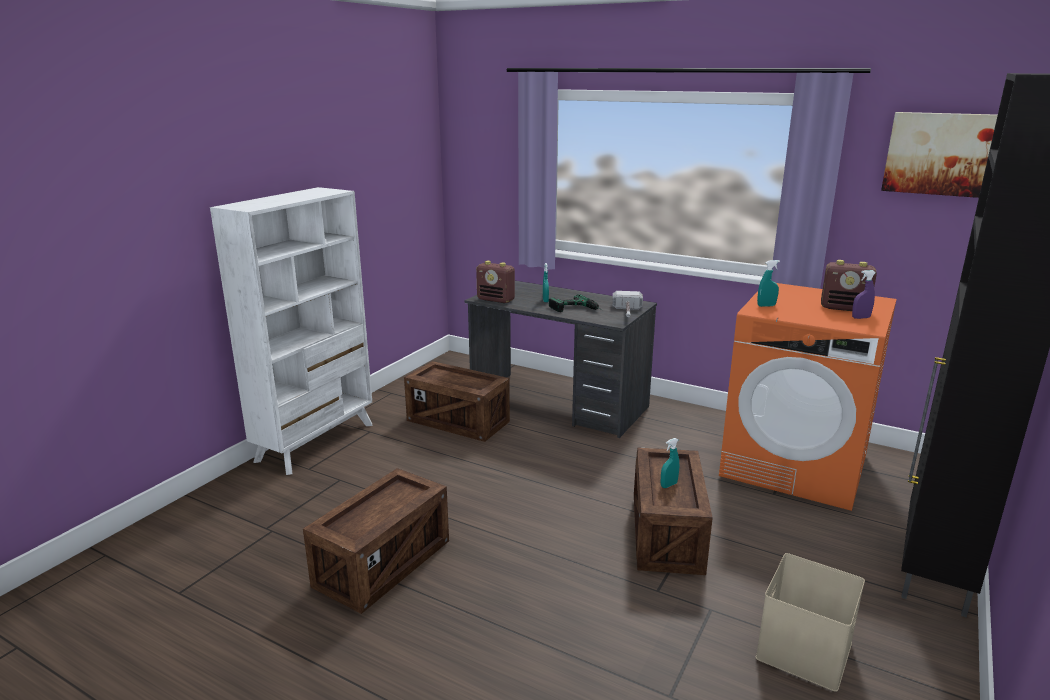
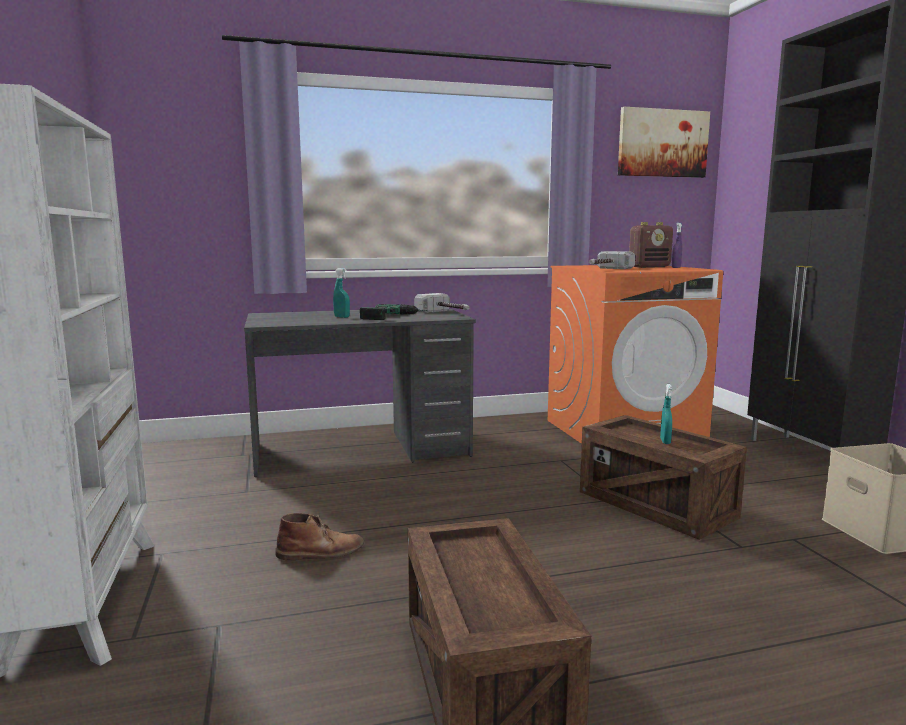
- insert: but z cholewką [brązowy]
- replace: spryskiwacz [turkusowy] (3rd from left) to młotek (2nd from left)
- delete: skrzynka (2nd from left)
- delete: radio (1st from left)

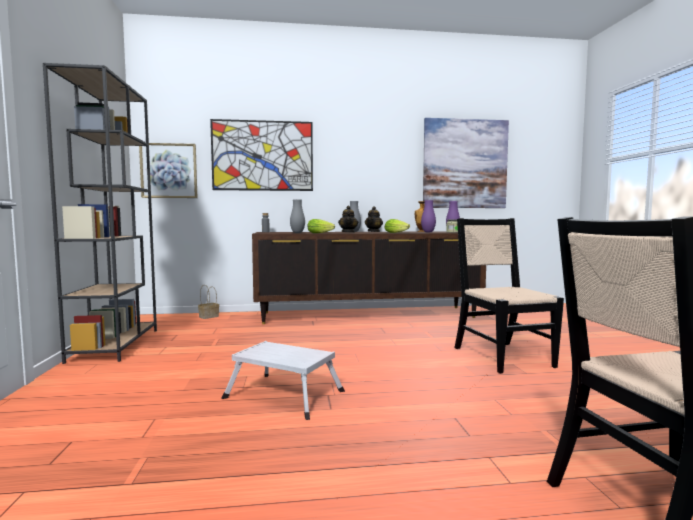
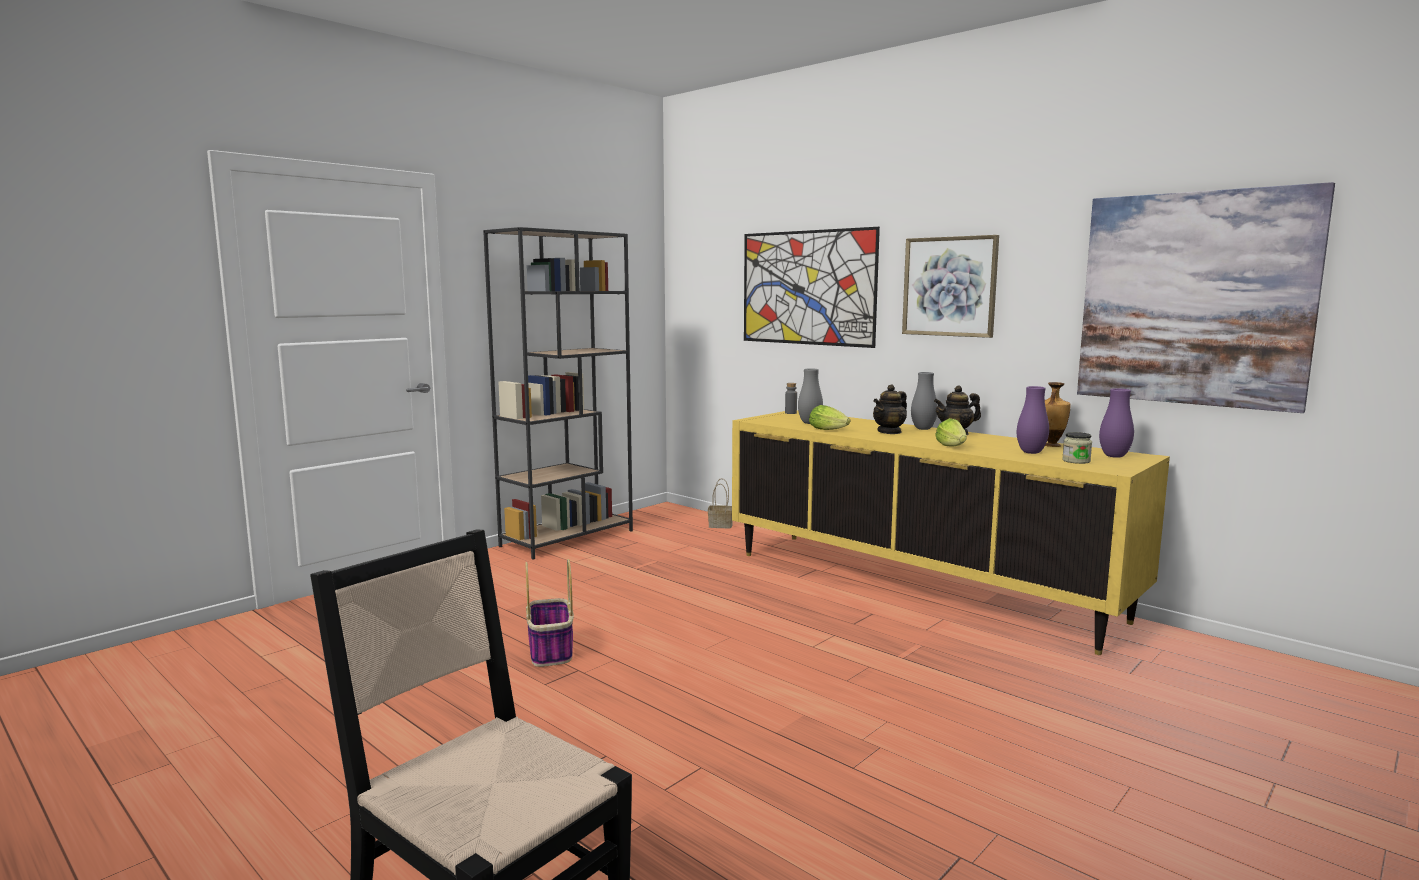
- replace: drabinka [biały] to koszyk (1st from left)
- recolor: szafka [brązowy] to szafka [żółty]
- move: obraz (1st from left in the first image) to obraz (2nd from left)
- delete: krzesło (1st from left)

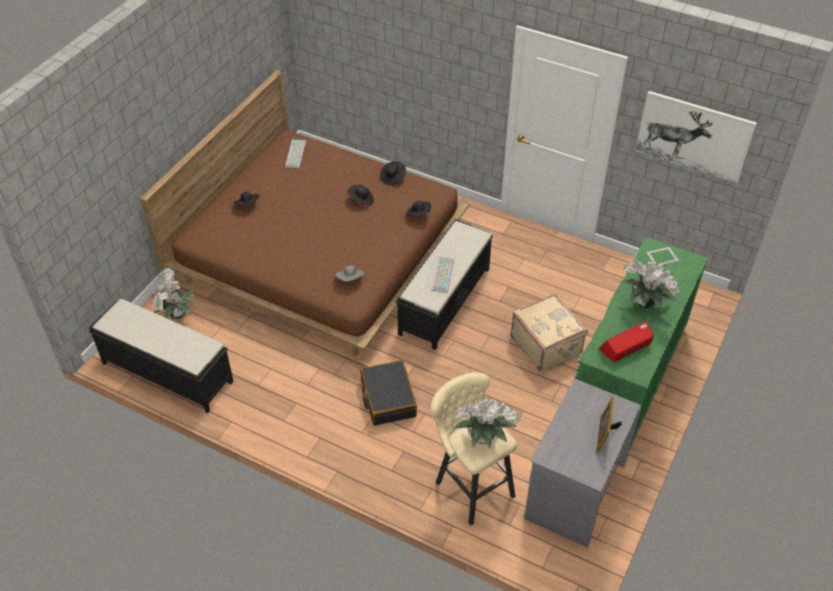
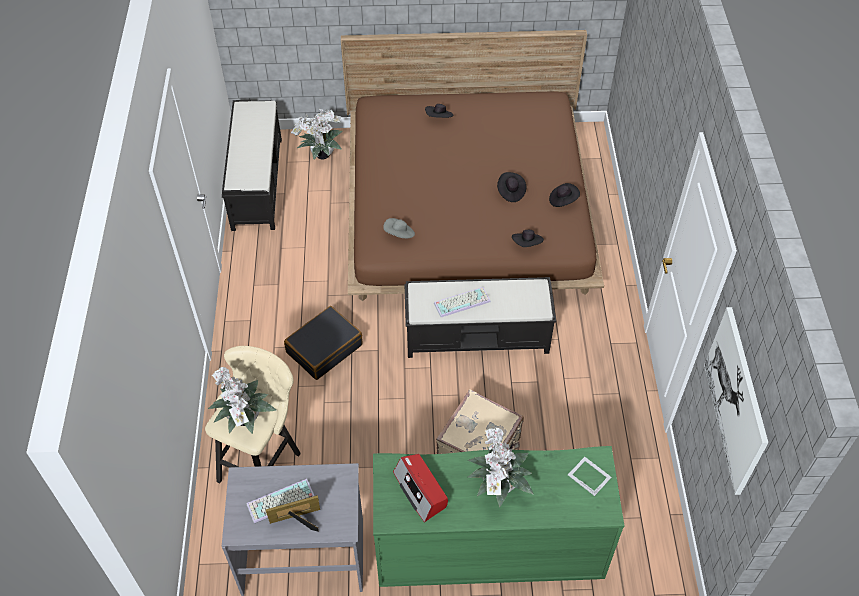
- move: klawiatura (1st from left)
- rotate: radio 150 degrees counterclockwise

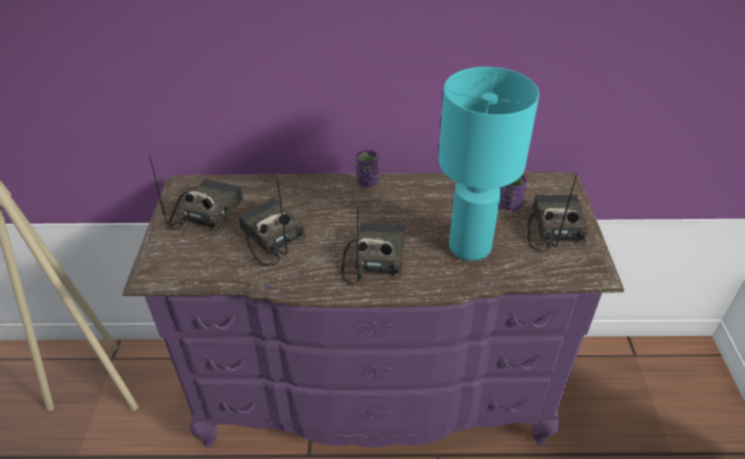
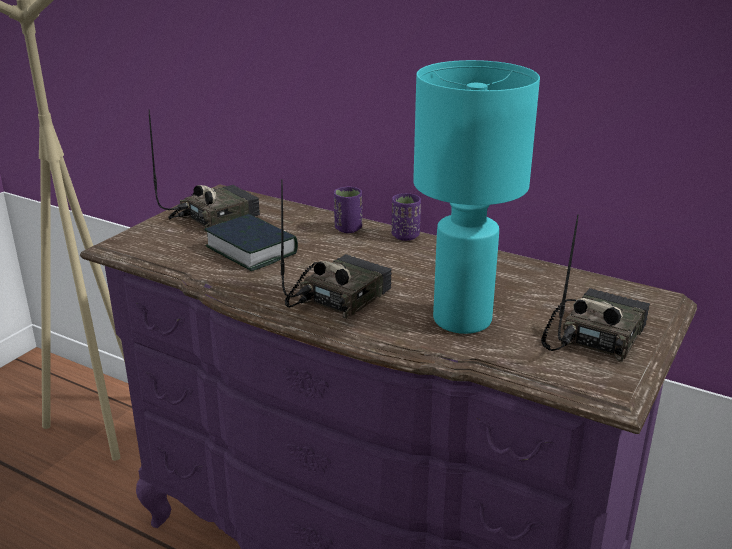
- replace: radio (2nd from left) to książka
- move: filiżanka [fioletowy] (2nd from left in the first image) to filiżanka [fioletowy] (1st from left)

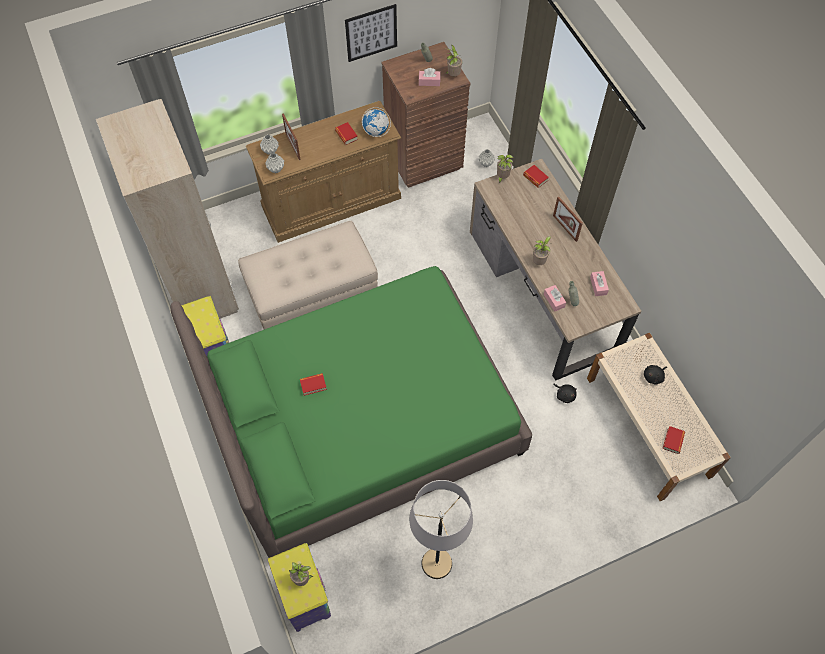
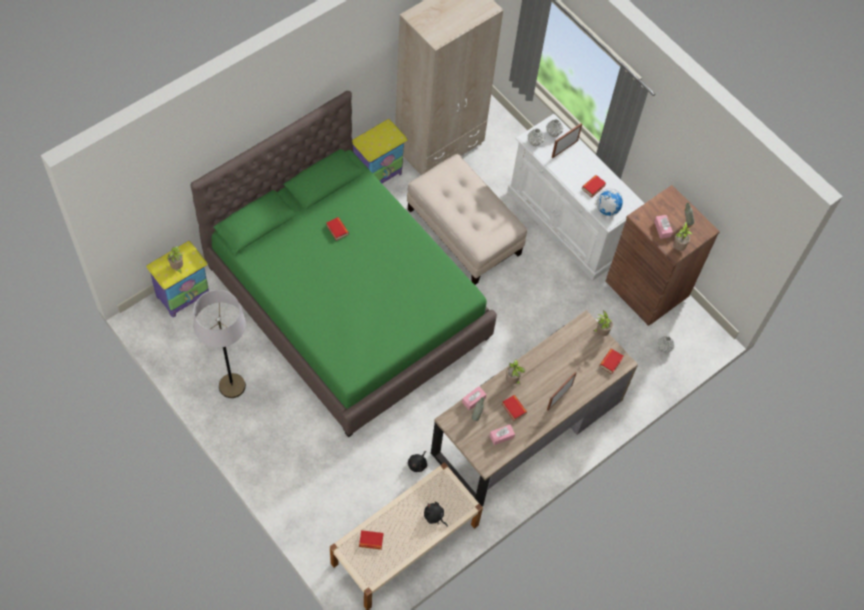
- insert: książka (3rd from left)
- recolor: szafka [brązowy] to szafka [biały]
- delete: obraz

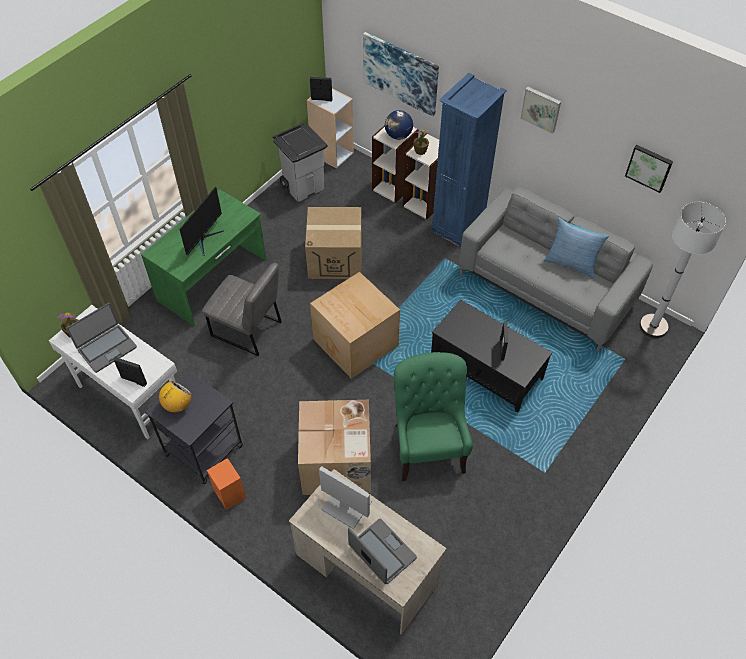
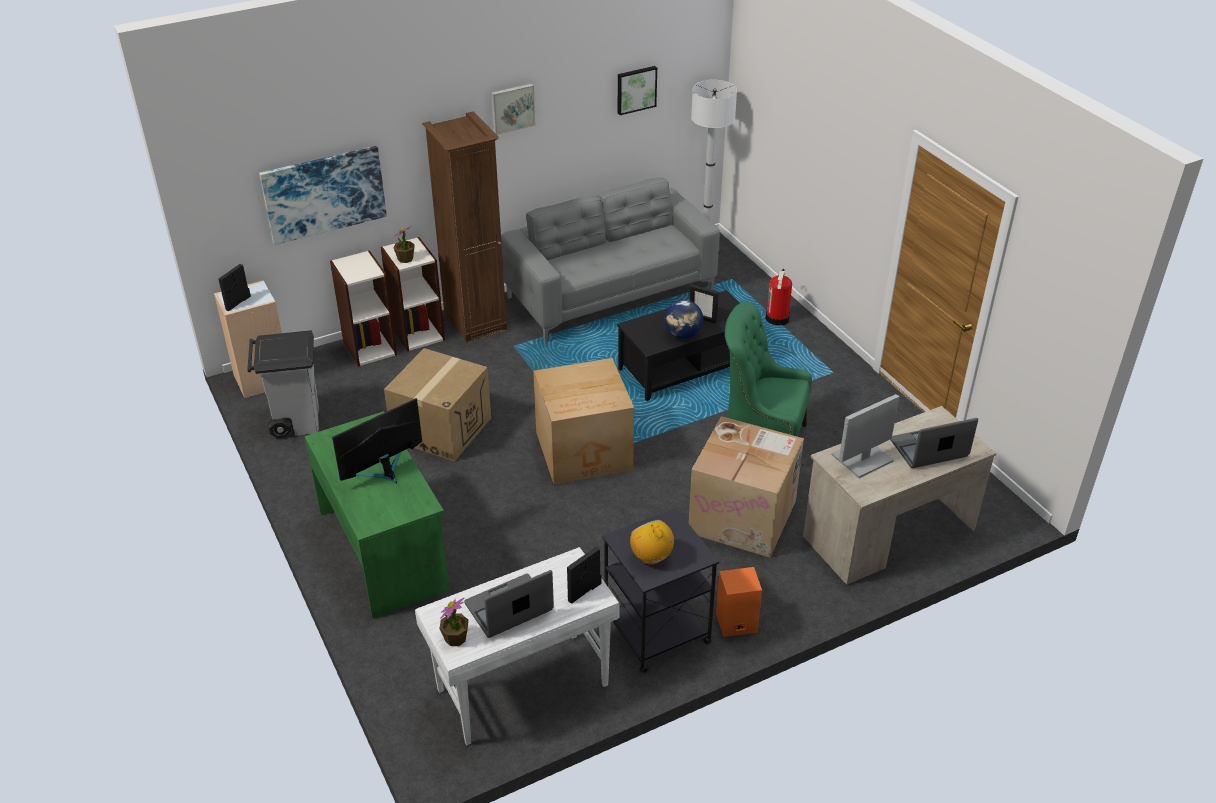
- rotate: monitor (1st from left) 90 degrees counterclockwise
- recolor: szafka [niebieski] to szafka [brązowy]
- rotate: laptop (1st from left) 105 degrees counterclockwise
- move: globus
- insert: gaśnica
- delete: krzesło [szary]
- delete: poduszka

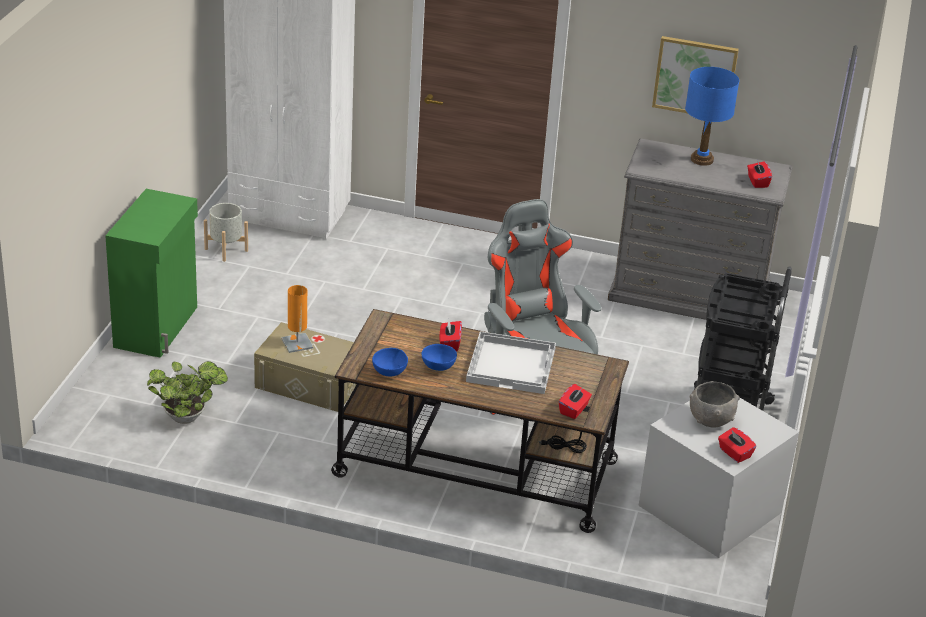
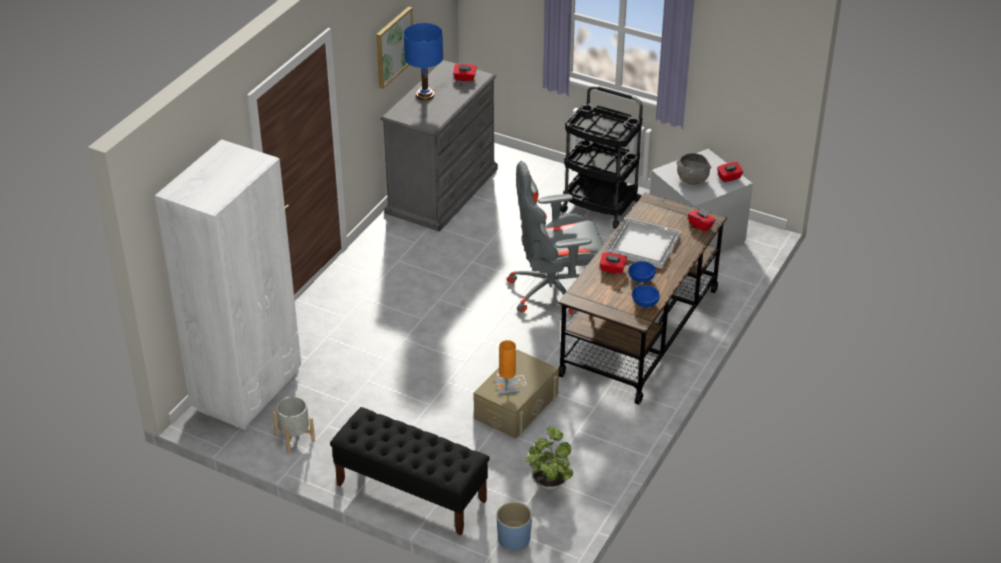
- replace: szafka [zielony] to ławka [czarny]
- insert: donica [niebieski]

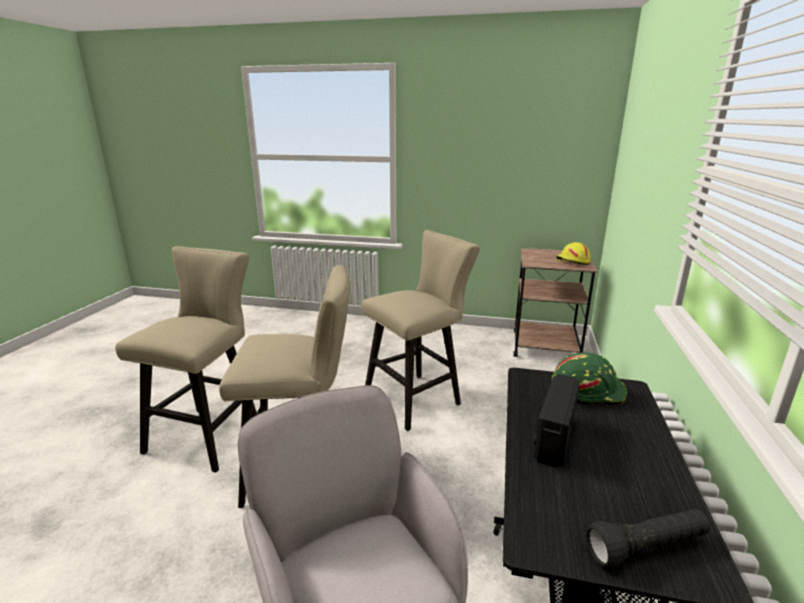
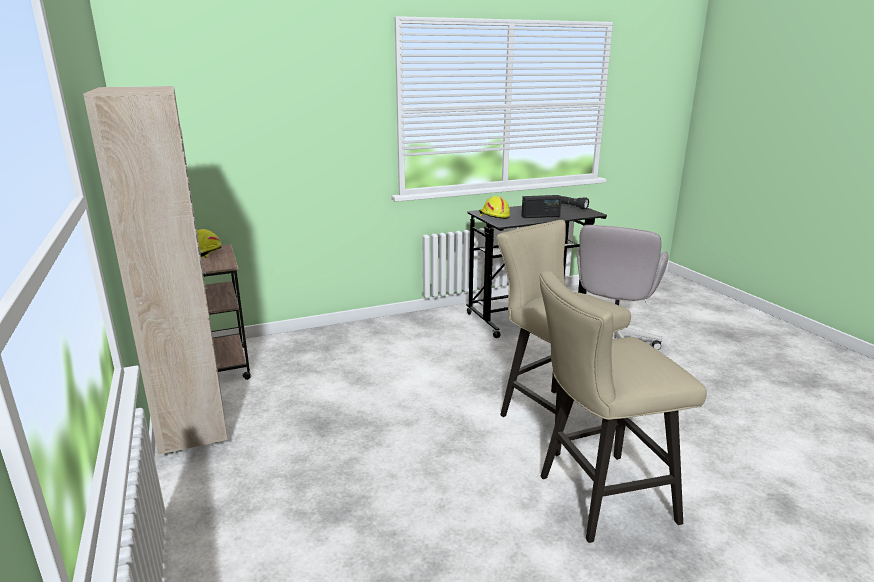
- insert: szafka [beżowy]
- recolor: kask [zielony] to kask [żółty] (2nd from left)
- delete: stołek [beżowy] (3rd from left)

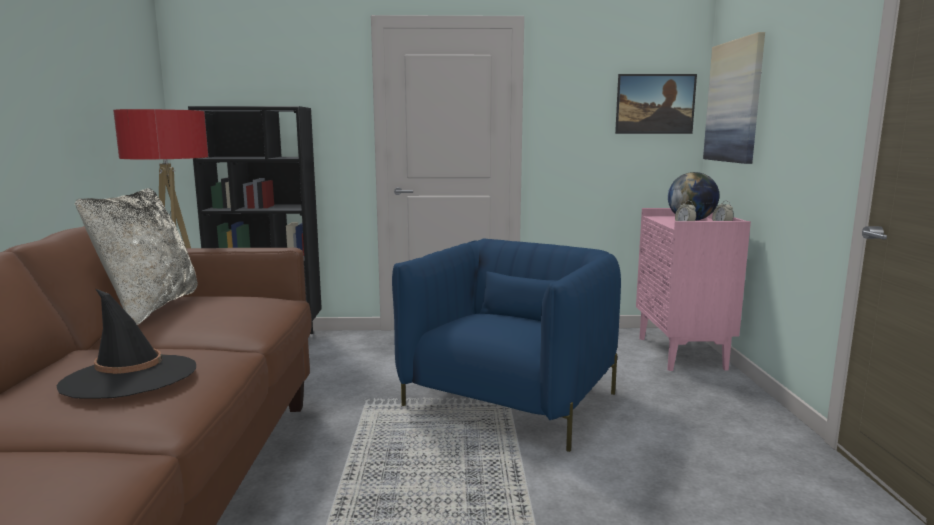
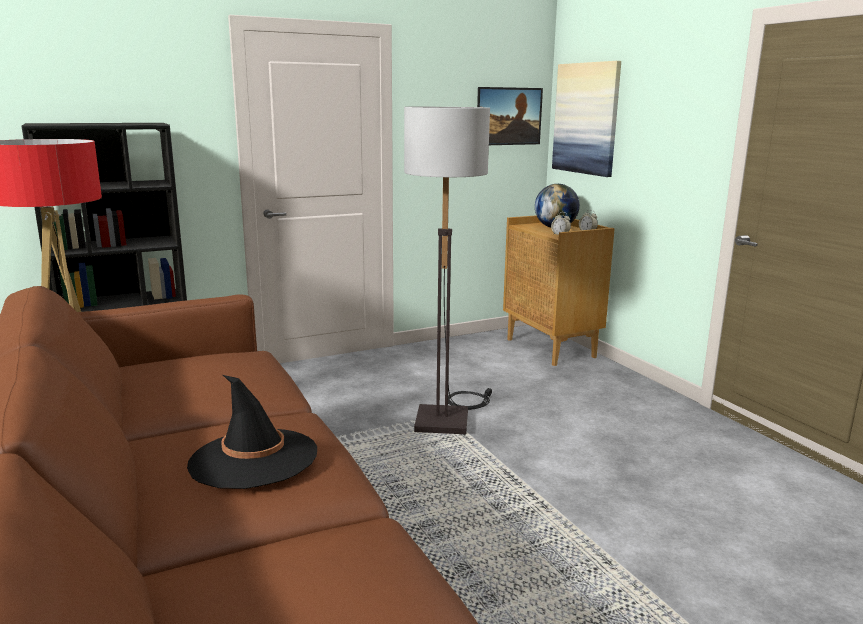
- replace: fotel [niebieski] to lampa stojąca (2nd from left)
- recolor: szafka [różowy] to szafka [brązowy]
- delete: poduszka [beżowy]

